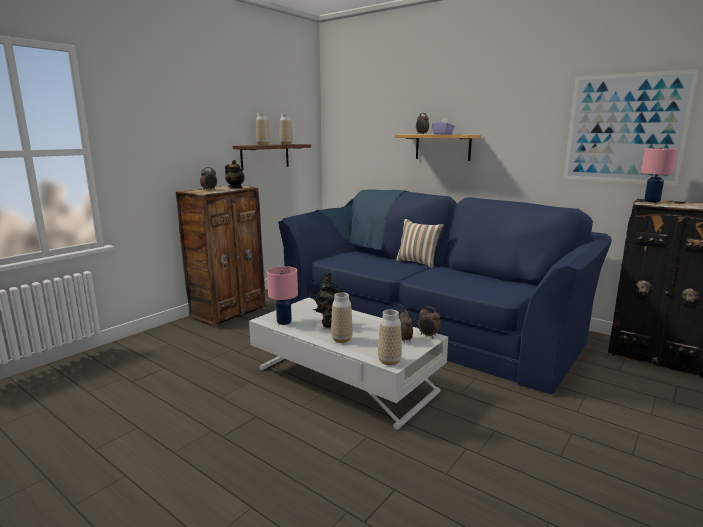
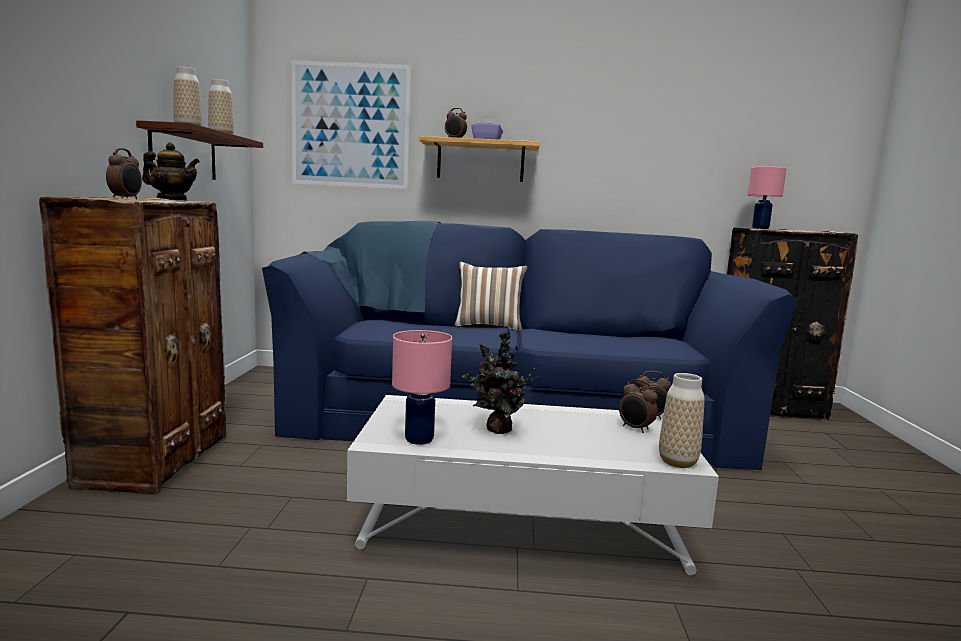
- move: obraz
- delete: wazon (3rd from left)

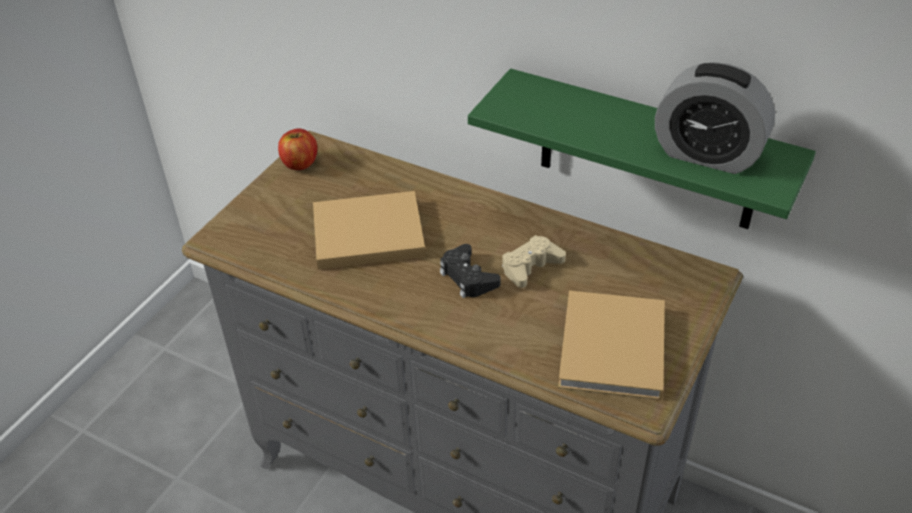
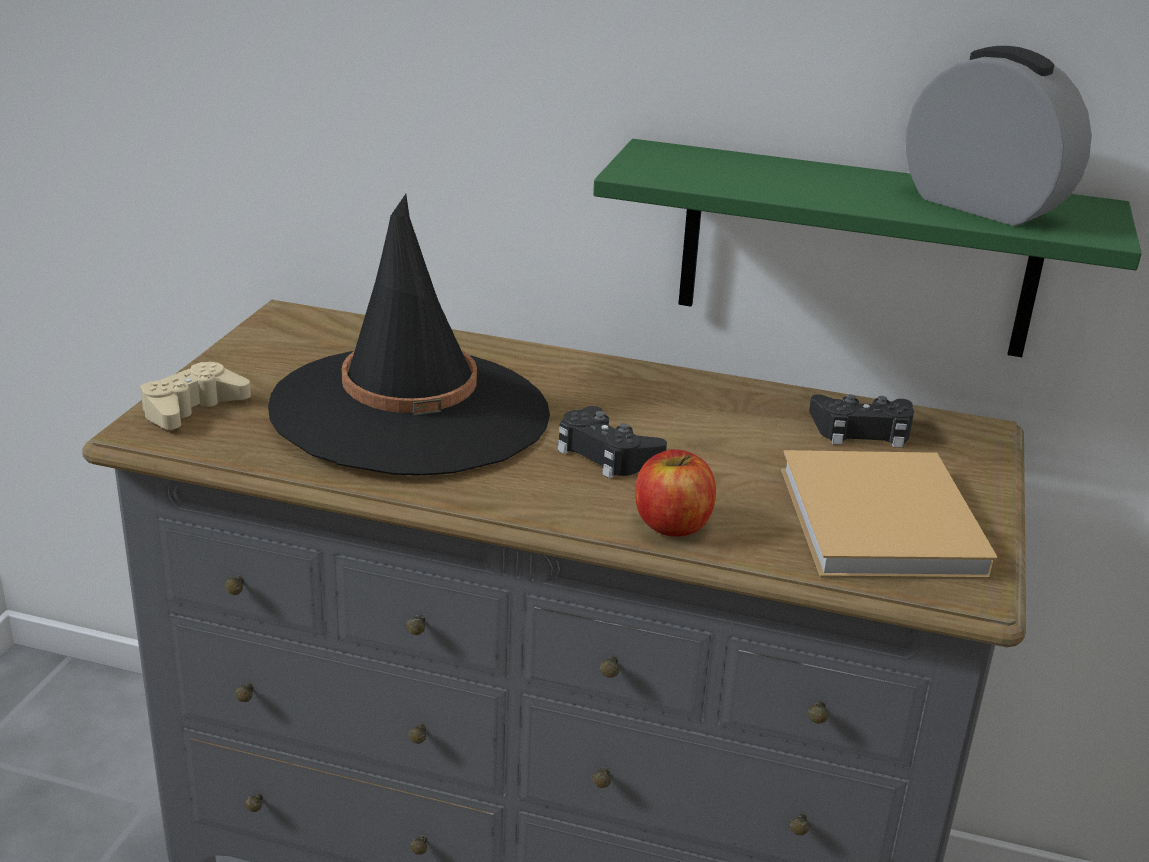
- move: pad do gier [beżowy]
- replace: książka [beżowy] (1st from left) to kapelusz [czarny]
- move: jabłko
- insert: pad do gier [czarny] (2nd from left)
- rotate: budzik 150 degrees counterclockwise

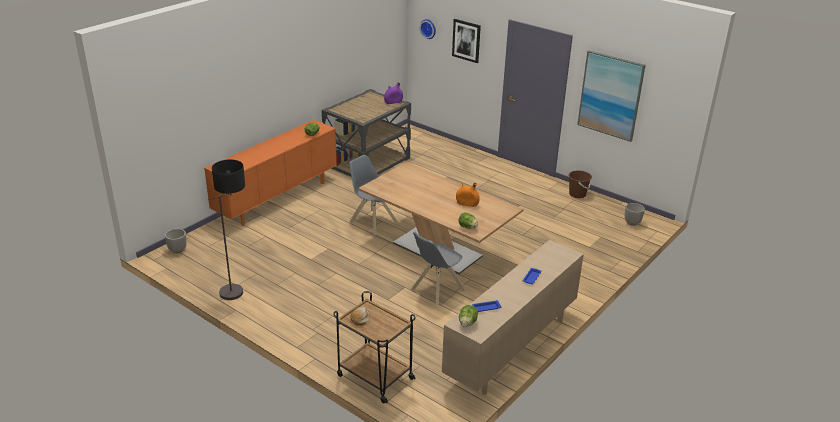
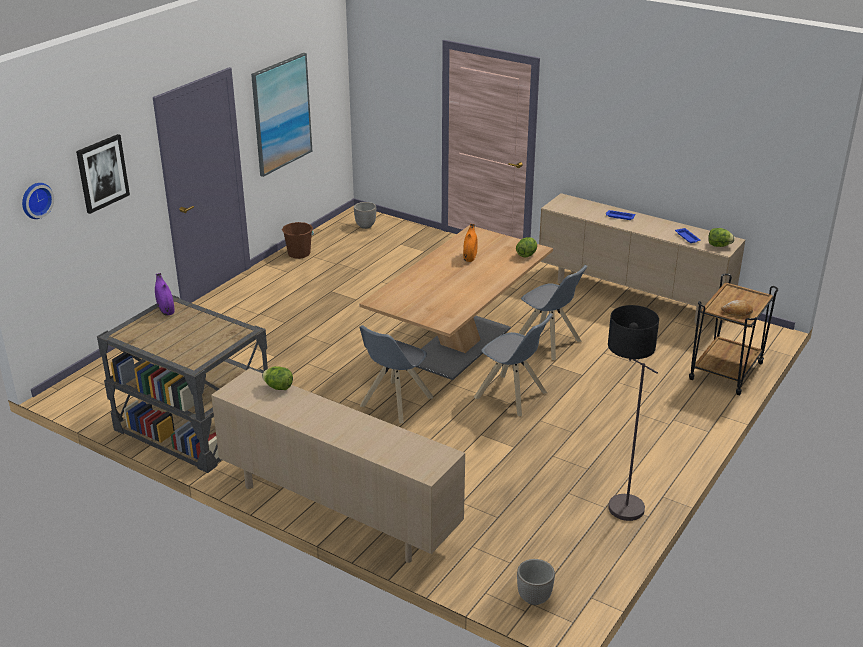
- recolor: szafka [pomarańczowy] to szafka [beżowy] (1st from left)
- insert: krzesło [szary] (2nd from left)

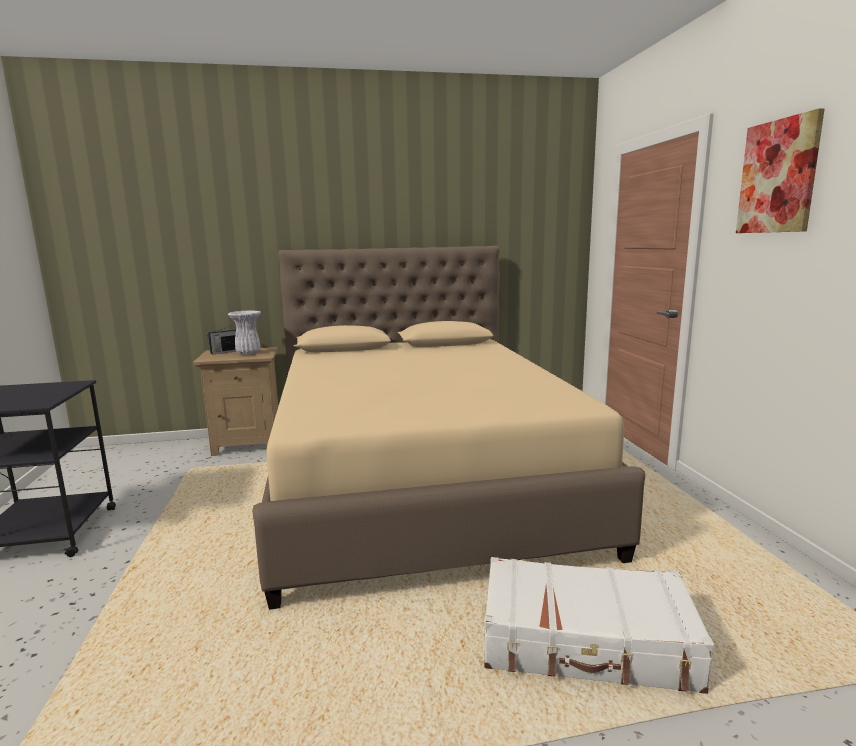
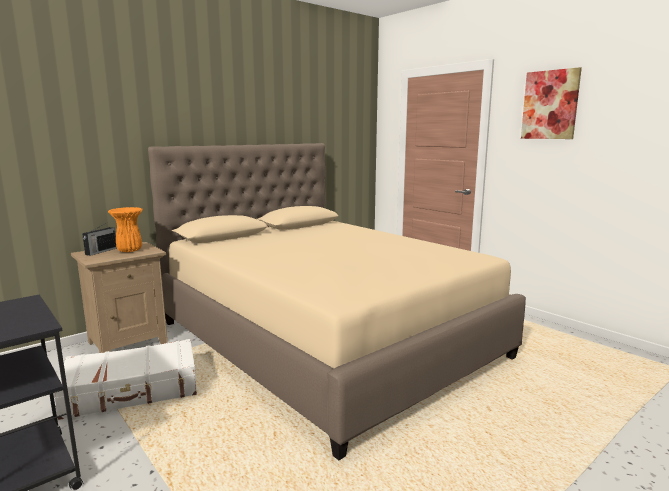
- move: walizka [biały]
- recolor: wazon [biały] to wazon [pomarańczowy]

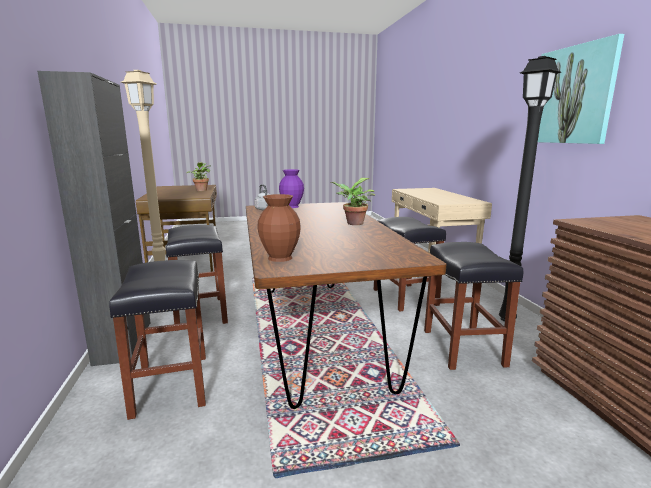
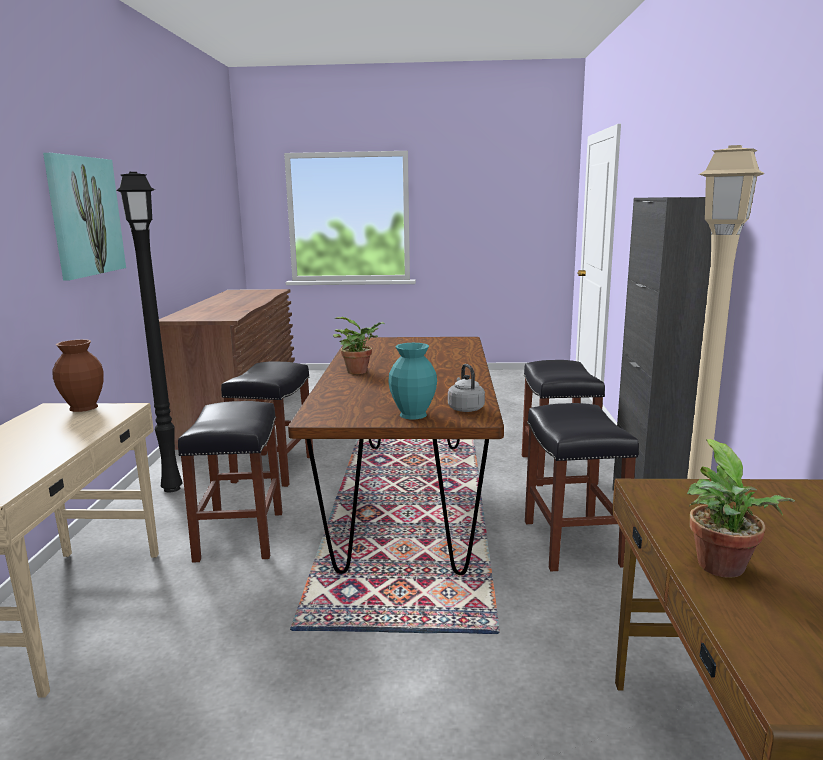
- move: wazon [brązowy]
- recolor: wazon [fioletowy] to wazon [turkusowy]

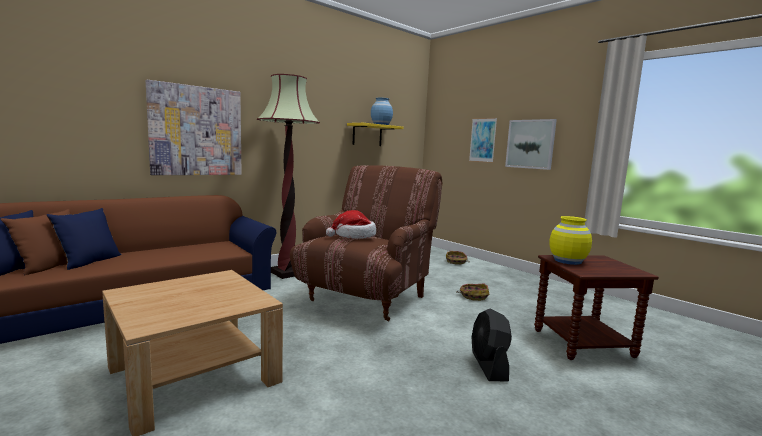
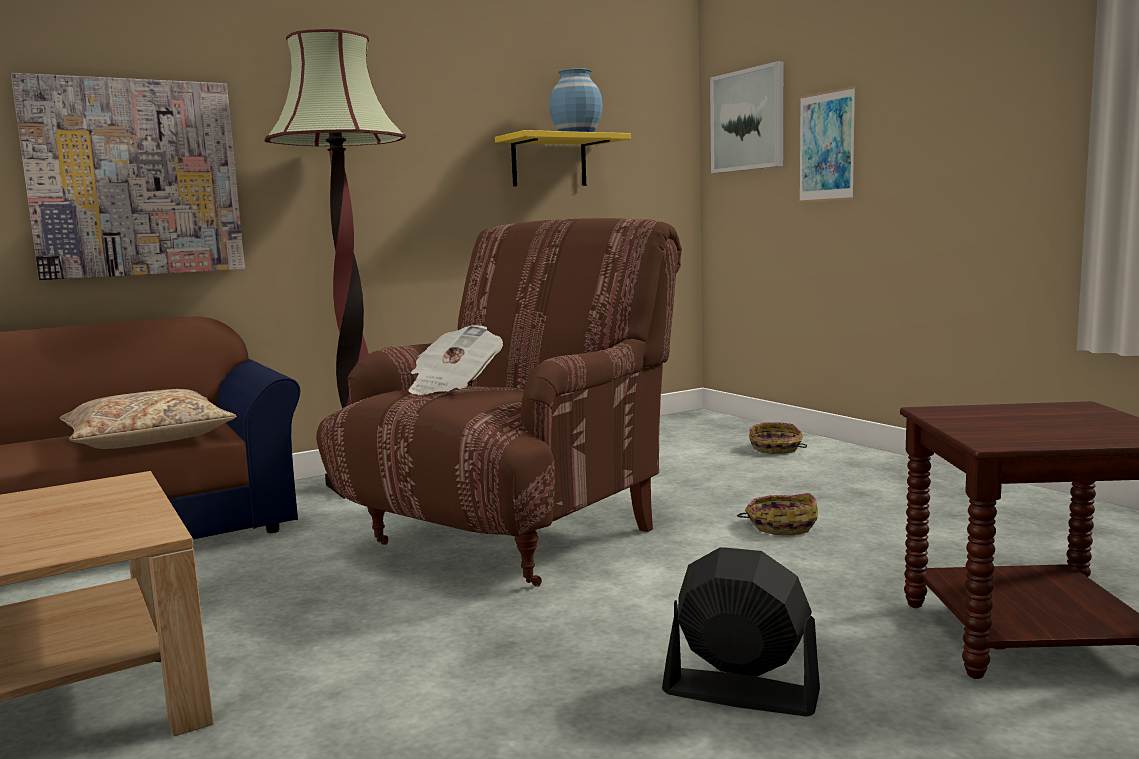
- insert: poduszka [beżowy]
- replace: kapelusz to gazeta
- rotate: wentylator [czarny] 105 degrees clockwise
- move: obraz (3rd from left in the first image) to obraz (2nd from left)
- delete: wazon [żółty]

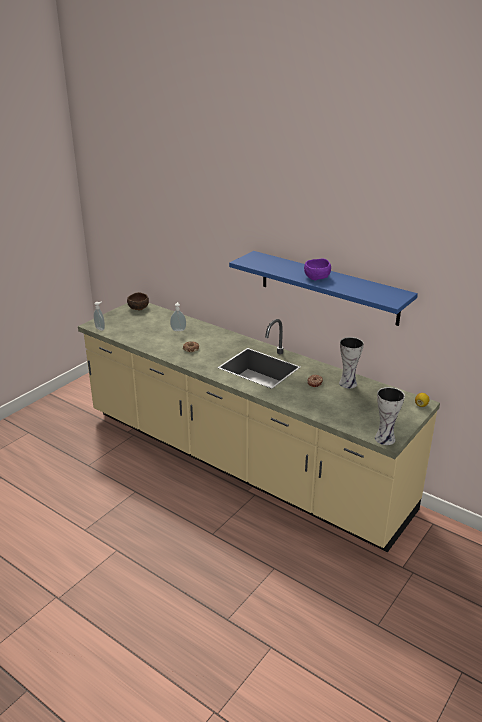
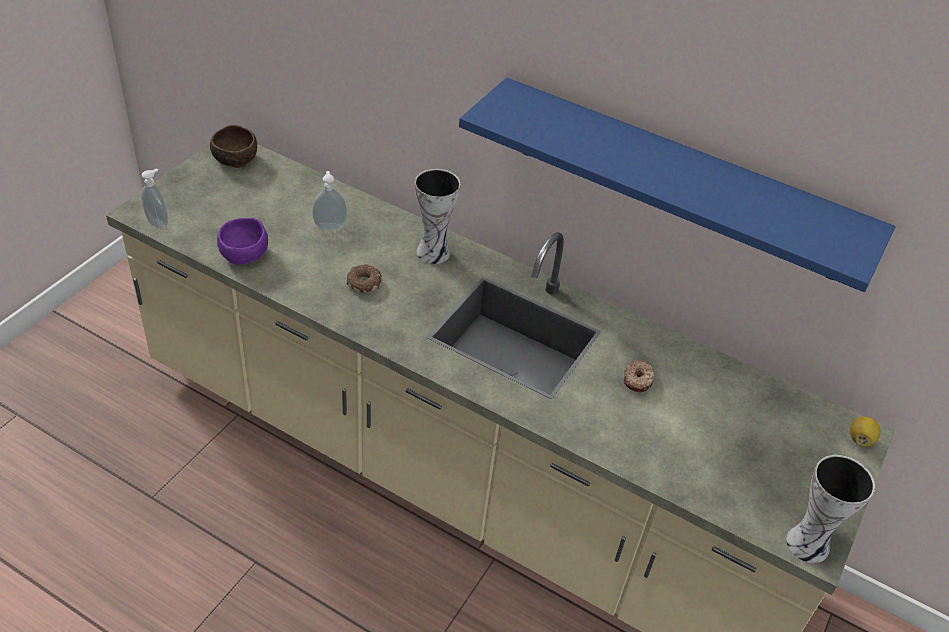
- move: miska [fioletowy]
- move: wazon (1st from left)

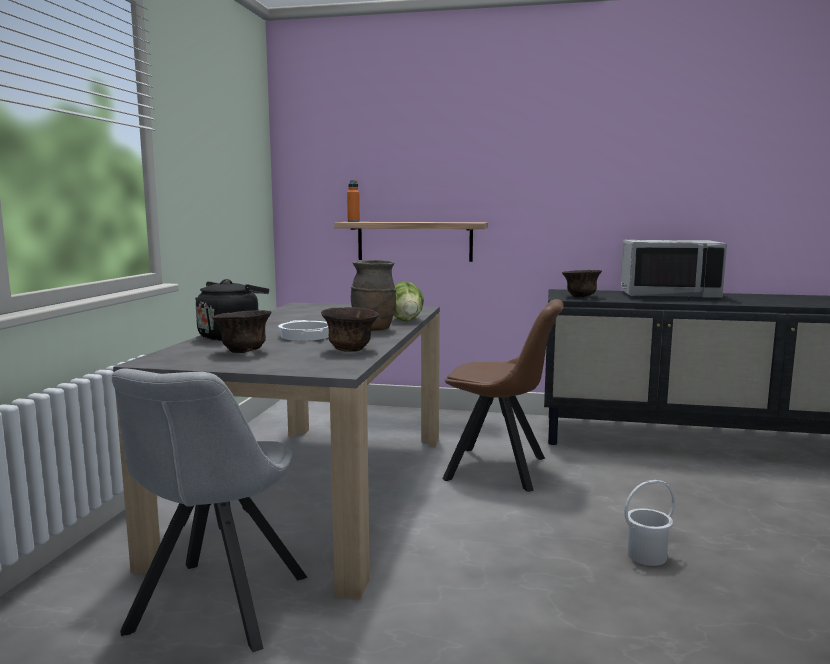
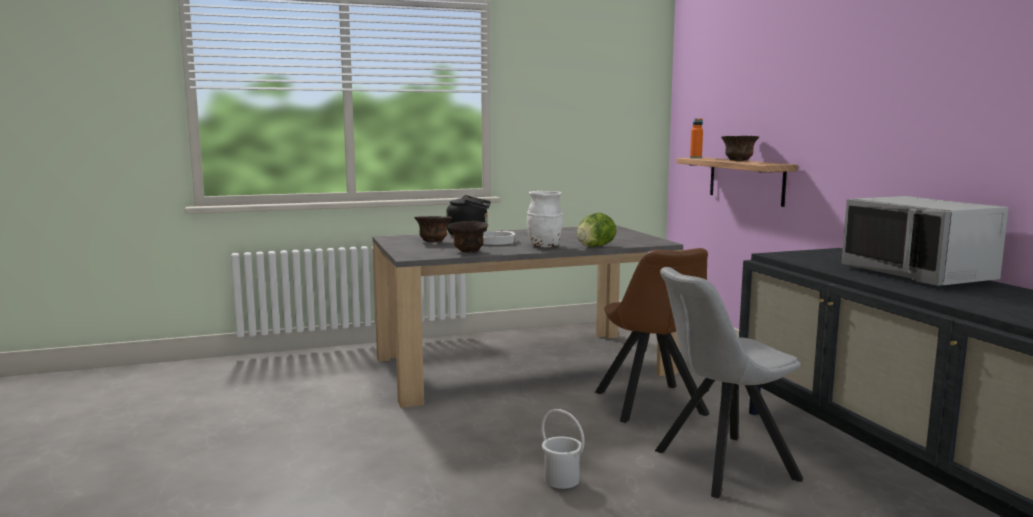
- recolor: wazon [brązowy] to wazon [biały]
- move: krzesło [szary]
- move: miska [brązowy] (3rd from left)

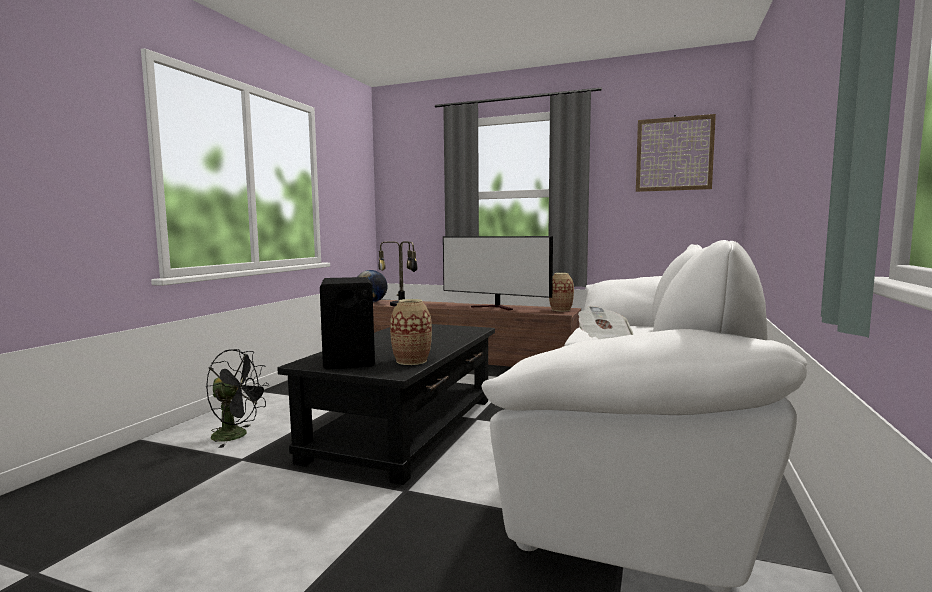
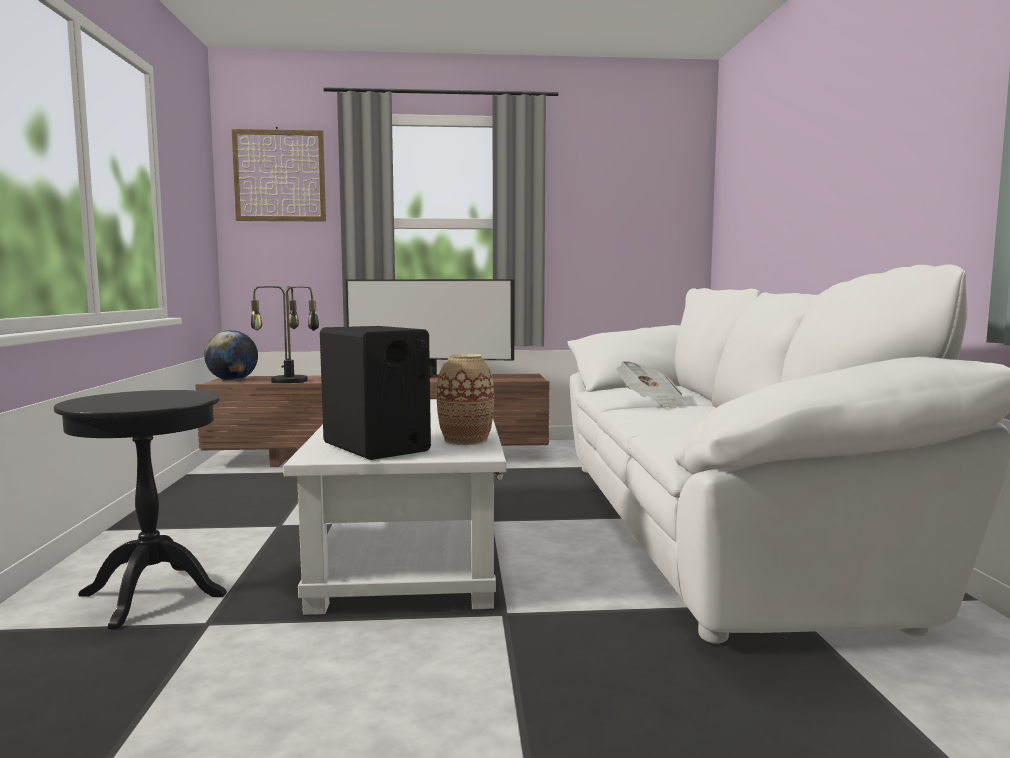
- replace: wentylator [czarny] to stolik [czarny]
- move: obraz
- recolor: ława [czarny] to ława [biały]
- delete: wazon (2nd from left)

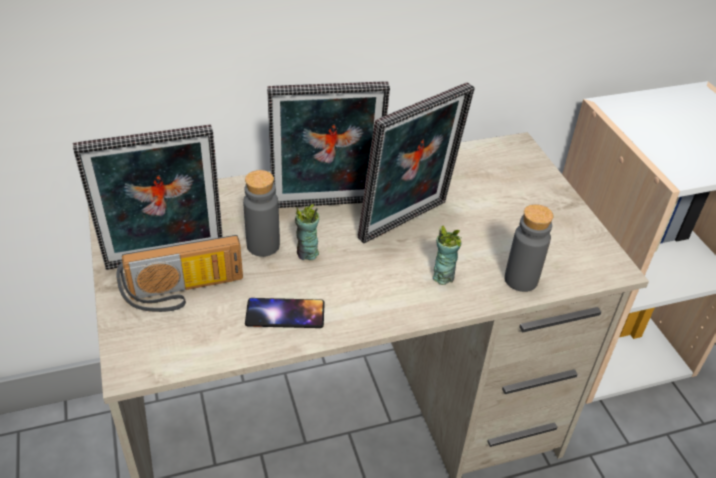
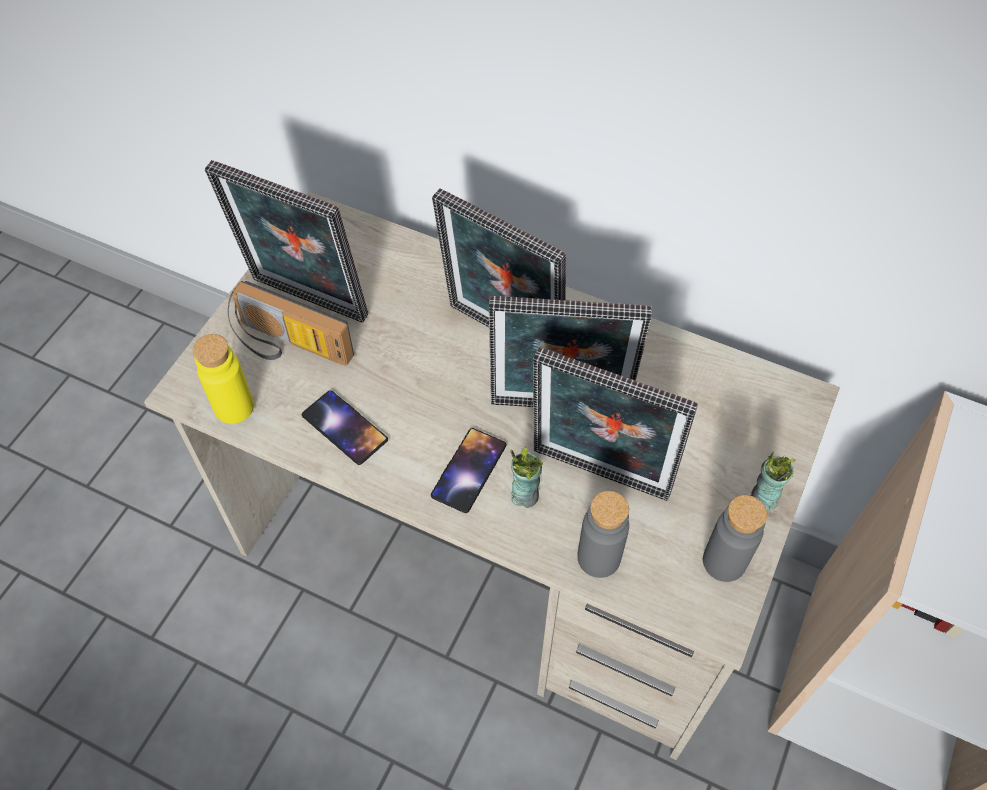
- insert: butelka [żółty]
- insert: telefon (2nd from left)
- insert: ramka na zdjęcie (4th from left)
- move: butelka [szary] (1st from left in the first image) to butelka [szary] (2nd from left)
- move: filiżanka (1st from left in the first image) to filiżanka (2nd from left)

